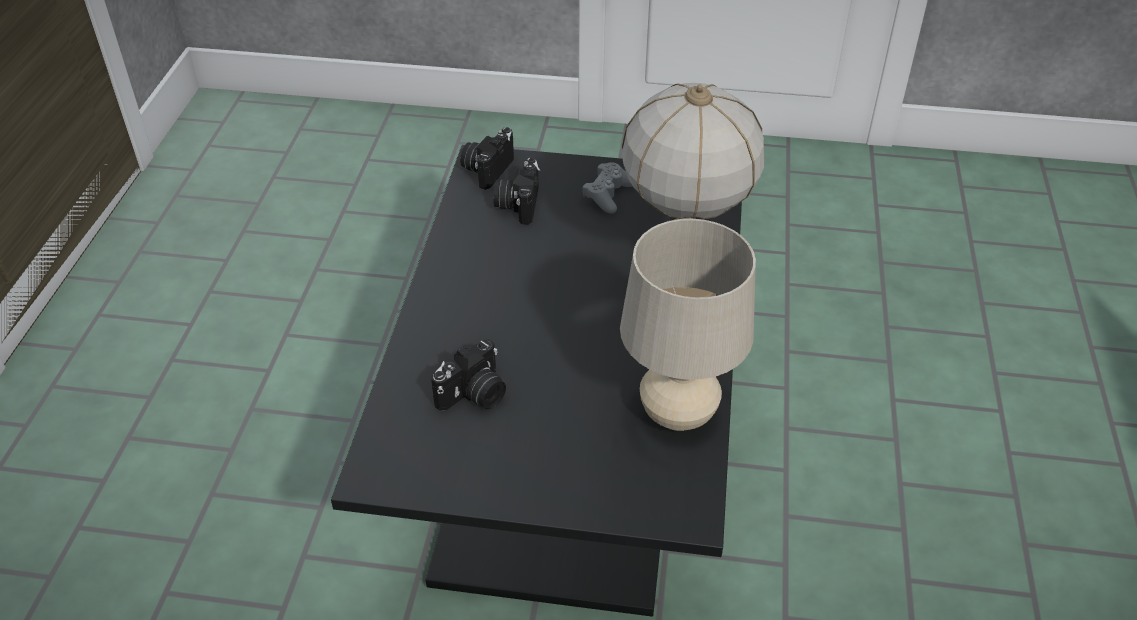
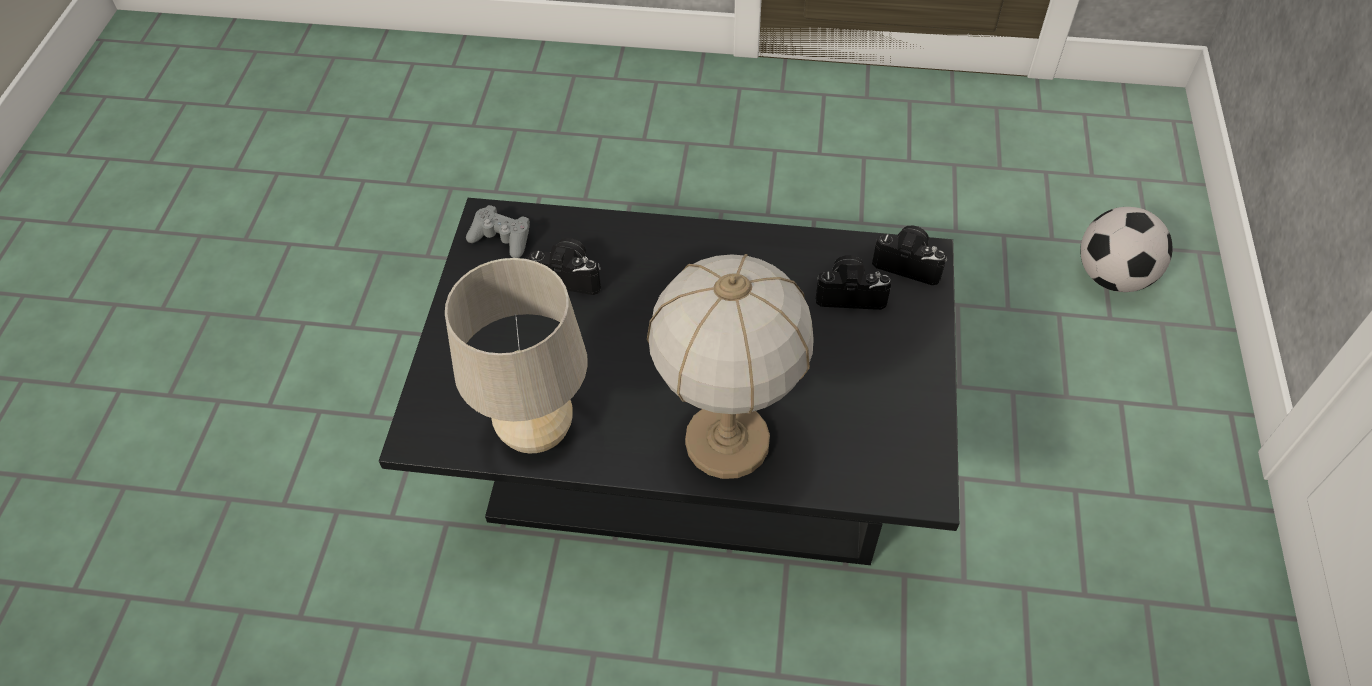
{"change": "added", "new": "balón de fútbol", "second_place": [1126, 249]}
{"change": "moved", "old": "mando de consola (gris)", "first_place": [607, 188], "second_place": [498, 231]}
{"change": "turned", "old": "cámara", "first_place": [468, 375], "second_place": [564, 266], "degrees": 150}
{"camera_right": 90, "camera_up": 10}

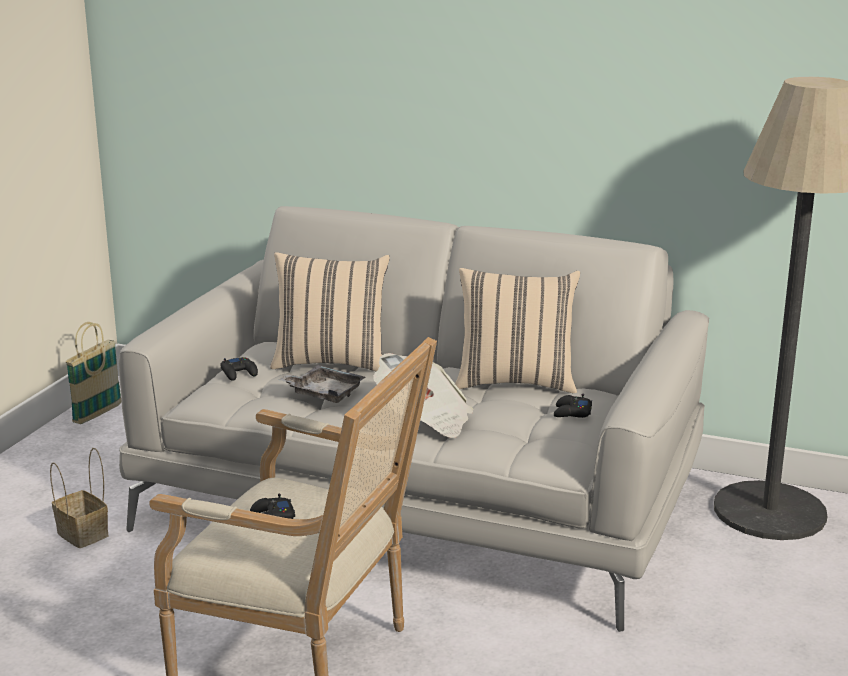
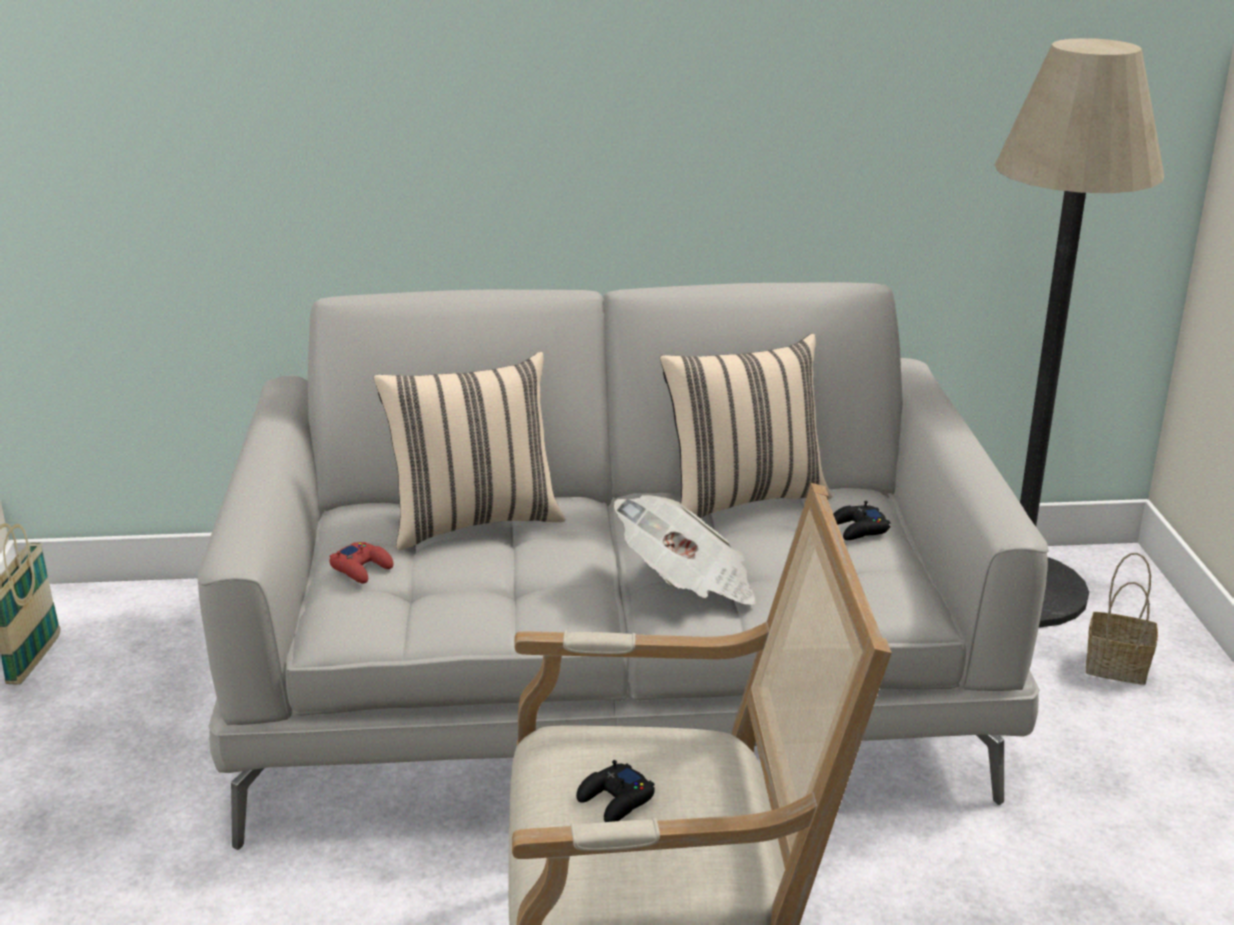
{"change": "removed", "old": "bandeja (gris)", "first_place": [322, 384]}
{"change": "moved", "old": "cesta", "first_place": [79, 498], "second_place": [1122, 619]}
{"change": "recoloured", "old": "mando de consola (negro)", "new": "mando de consola (rojo)", "first_place": [239, 369], "second_place": [361, 562]}
{"camera_right": -25, "camera_up": 5}

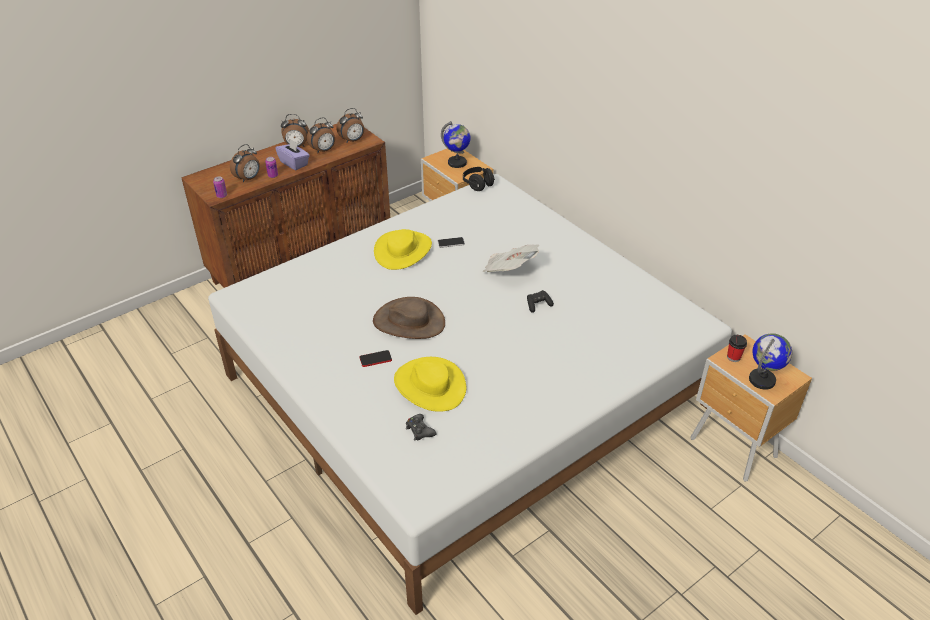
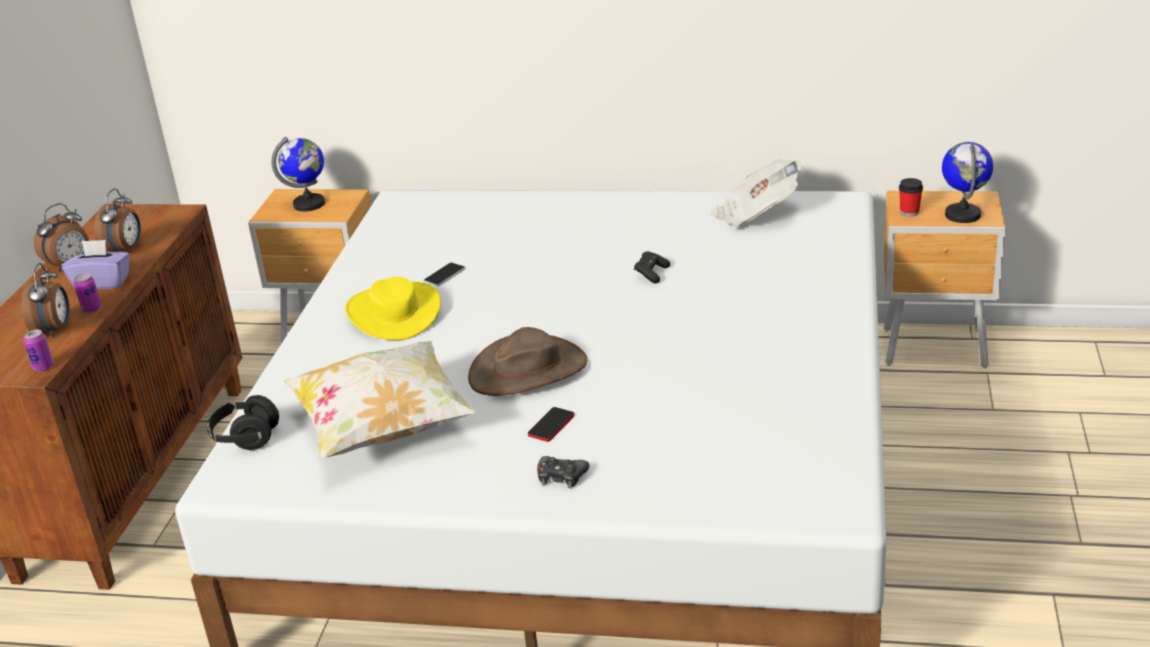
{"change": "removed", "old": "despertador", "first_place": [350, 125]}
{"change": "removed", "old": "sombrero (amarillo)", "first_place": [430, 384]}
{"change": "added", "new": "cojín", "second_place": [380, 400]}
{"change": "moved", "old": "mando de consola (negro)", "first_place": [421, 427], "second_place": [563, 472]}
{"change": "moved", "old": "auriculares (negro)", "first_place": [479, 179], "second_place": [242, 422]}
{"change": "moved", "old": "periódico", "first_place": [511, 258], "second_place": [757, 193]}
{"camera_right": -40, "camera_up": -10}

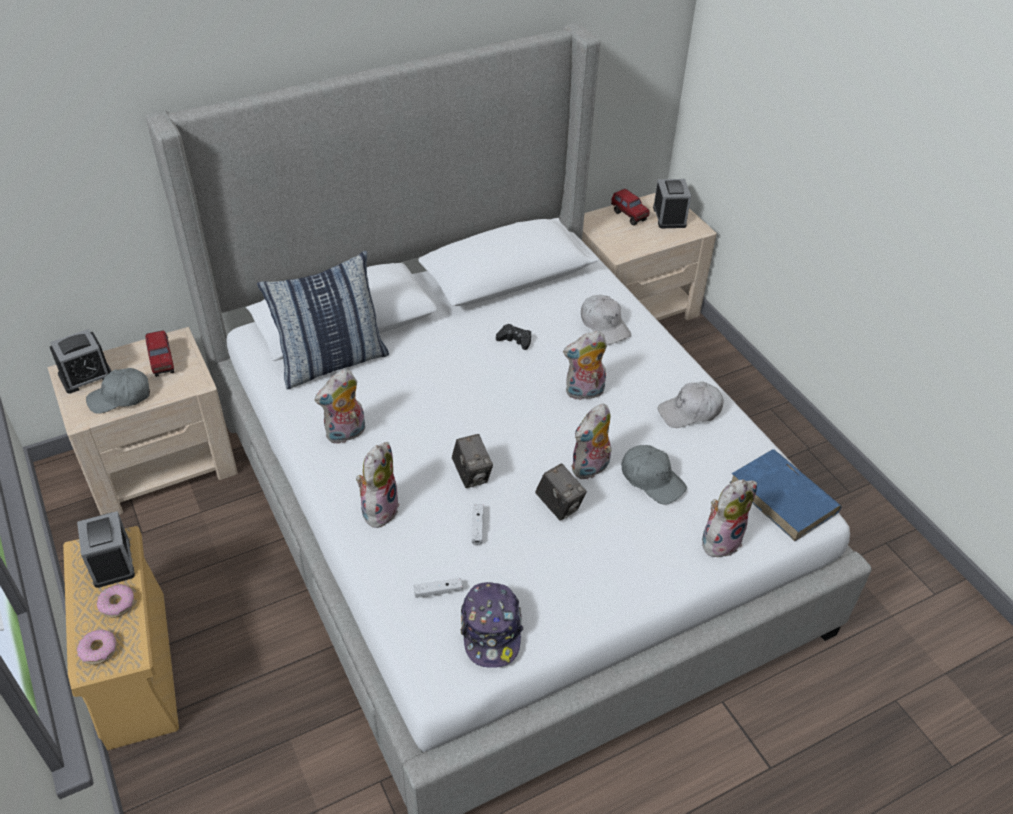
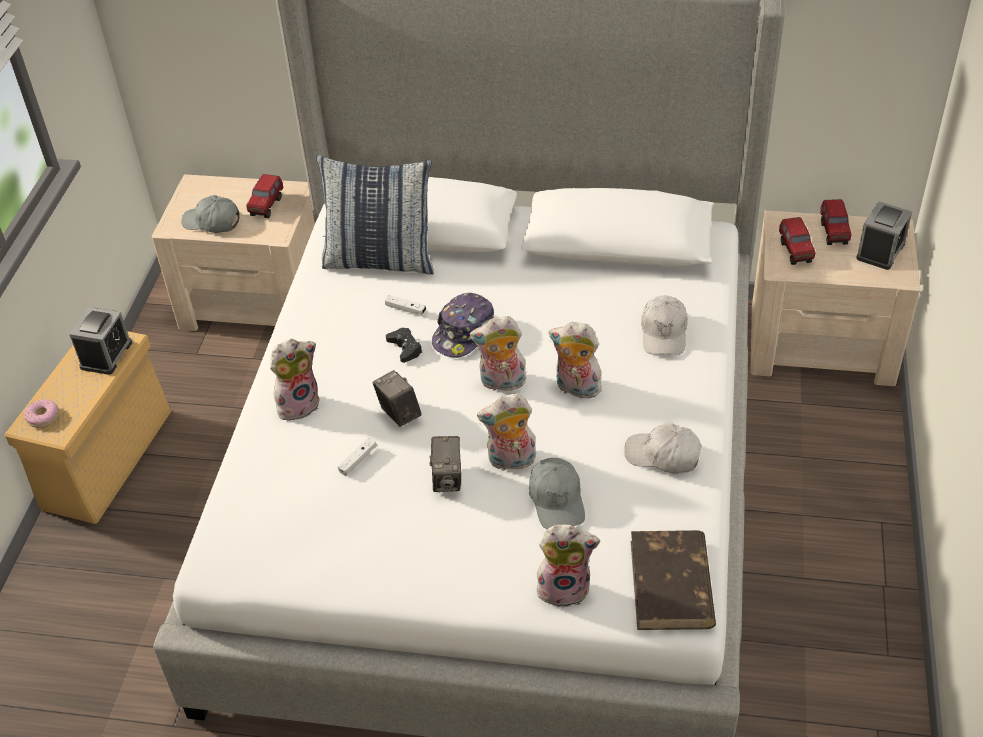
{"change": "removed", "old": "despertador", "first_place": [80, 361]}
{"change": "removed", "old": "rosquilla", "first_place": [116, 601]}
{"change": "added", "new": "camión de juguete", "second_place": [797, 241]}
{"change": "moved", "old": "peluche", "first_place": [340, 406], "second_place": [497, 353]}
{"change": "moved", "old": "mando de consola (blanco)", "first_place": [438, 588], "second_place": [405, 305]}
{"change": "moved", "old": "gorra", "first_place": [492, 625], "second_place": [463, 325]}
{"change": "moved", "old": "mando de consola (negro)", "first_place": [513, 337], "second_place": [404, 345]}
{"change": "recoloured", "old": "libro (azul)", "new": "libro (marrón)", "first_place": [785, 495], "second_place": [673, 580]}
{"change": "turned", "old": "cámara", "first_place": [472, 461], "second_place": [397, 398], "degrees": 135}
{"camera_right": 40, "camera_up": 0}

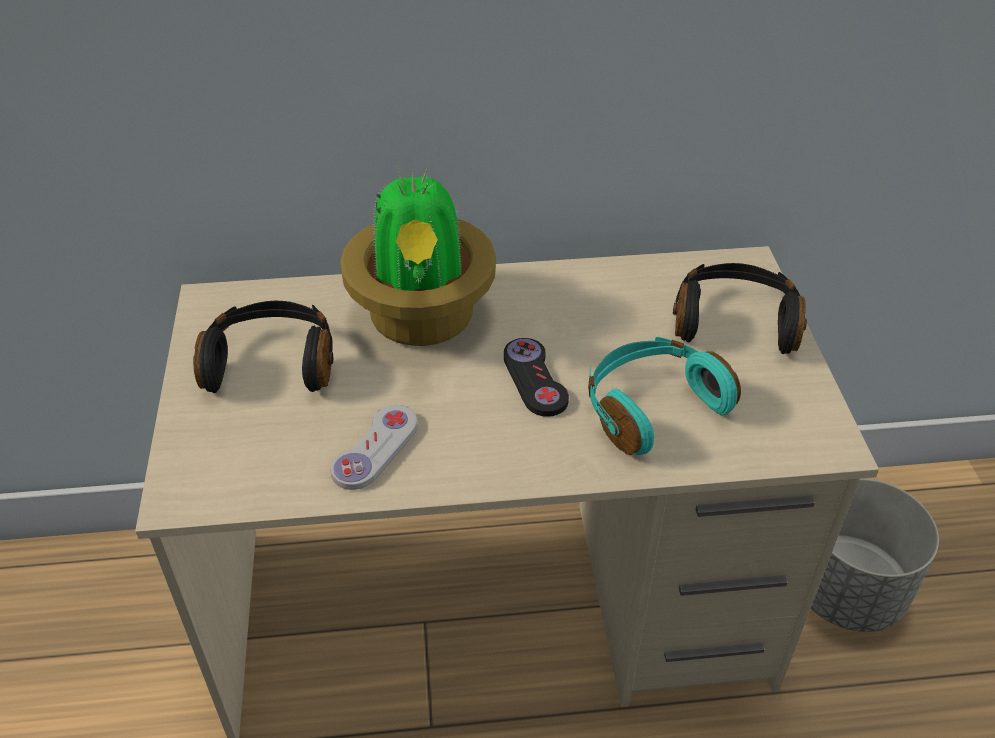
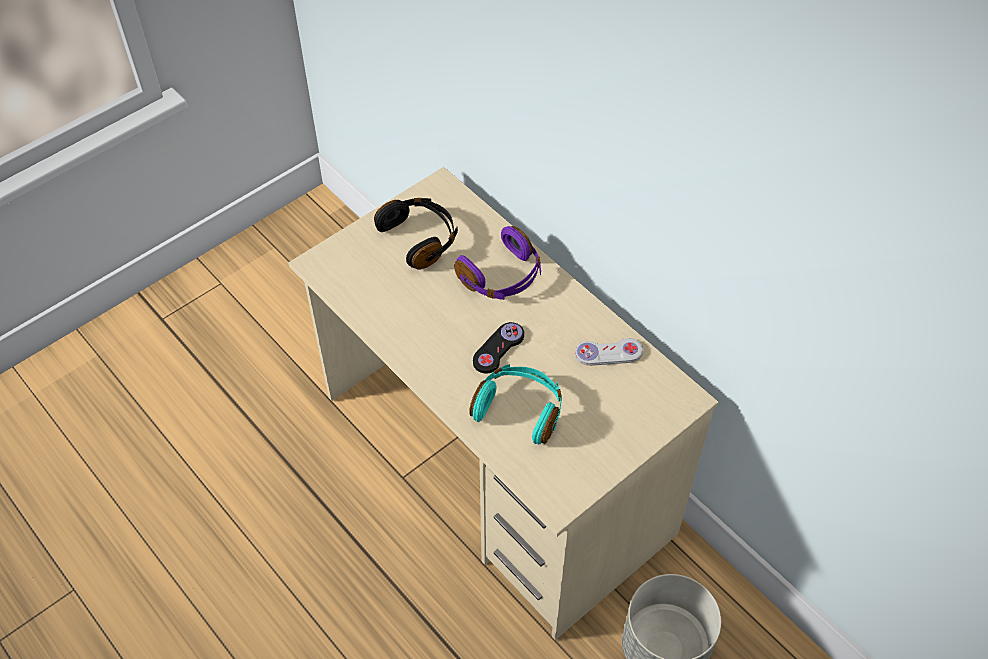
{"change": "removed", "old": "auriculares (negro)", "first_place": [740, 308]}
{"change": "moved", "old": "mando de consola (blanco)", "first_place": [373, 447], "second_place": [609, 352]}
{"change": "replaced", "old": "planta en maceta", "new": "auriculares (morado)", "first_place": [418, 254], "second_place": [497, 263]}
{"camera_right": 55, "camera_up": 10}

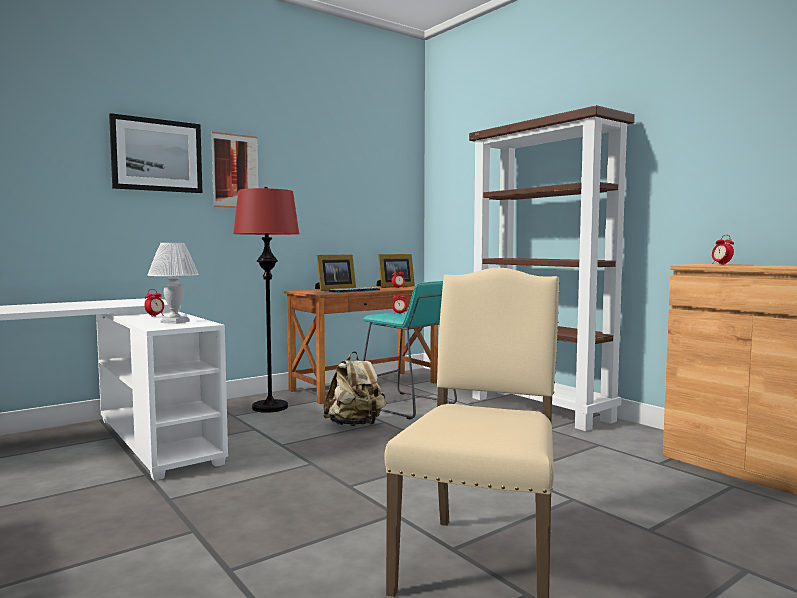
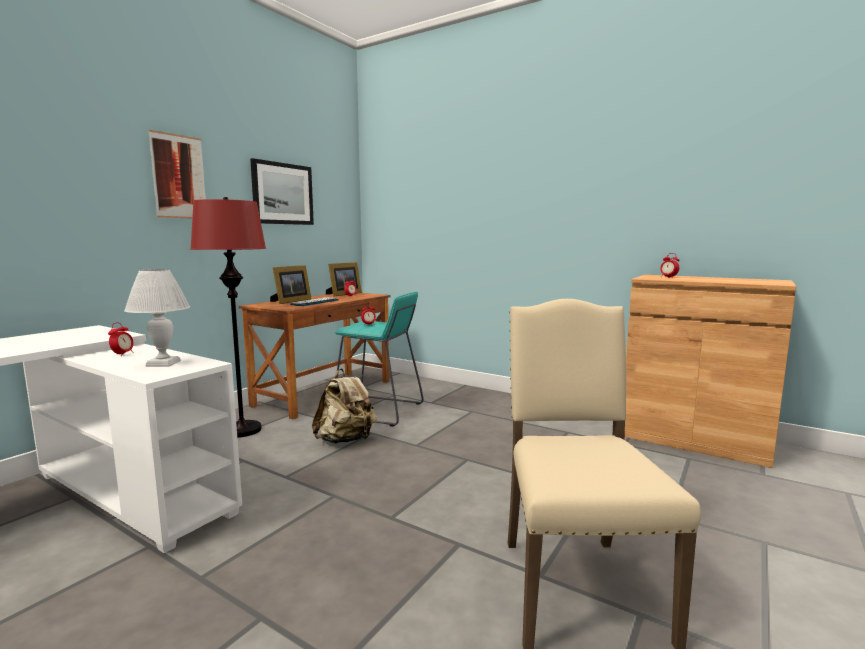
{"change": "removed", "old": "estantería (marrón)", "first_place": [552, 268]}
{"change": "moved", "old": "cuadro", "first_place": [155, 153], "second_place": [282, 191]}
{"camera_right": -20, "camera_up": 5}

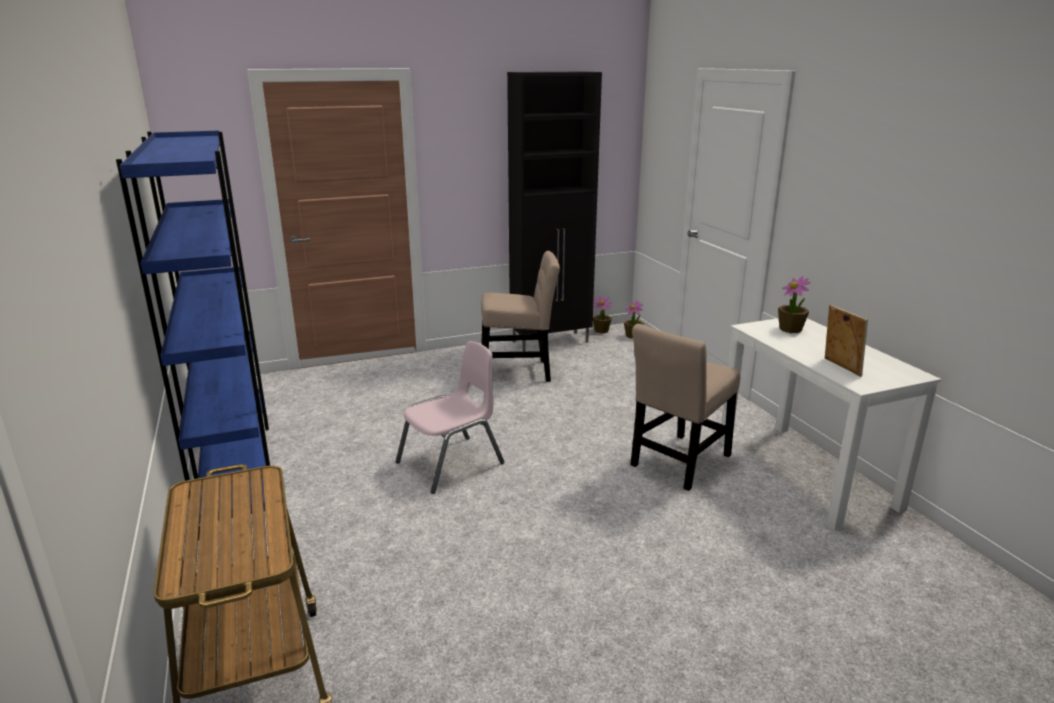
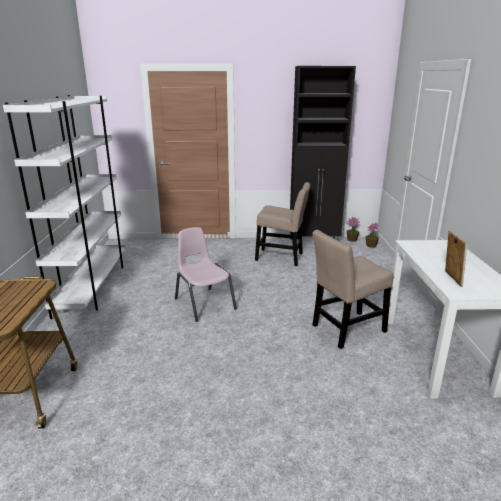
{"change": "removed", "old": "planta en maceta", "first_place": [794, 305]}
{"change": "recoloured", "old": "estantería (azul)", "new": "estantería (blanco)", "first_place": [193, 335], "second_place": [64, 207]}
{"change": "turned", "old": "silla (rosa)", "first_place": [450, 417], "second_place": [206, 274], "degrees": -105}
{"camera_right": 20, "camera_up": 0}

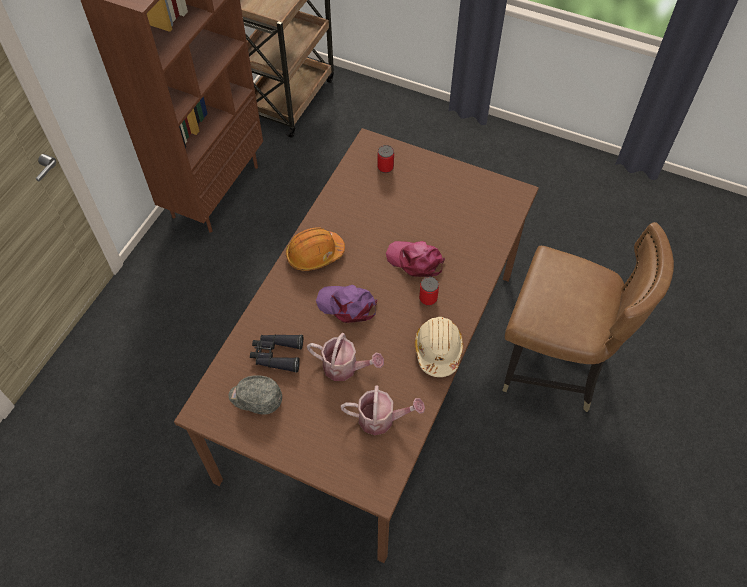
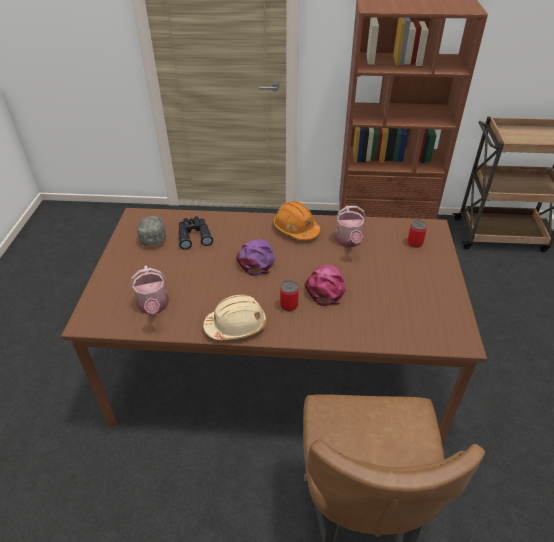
{"change": "moved", "old": "regadera", "first_place": [345, 357], "second_place": [350, 227]}
{"camera_right": 70, "camera_up": -15}

